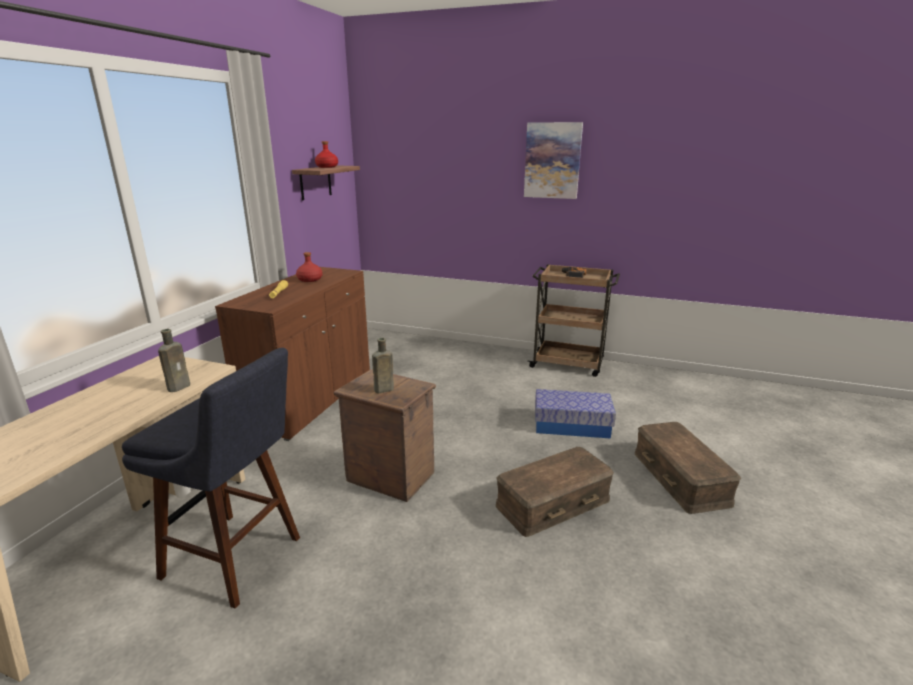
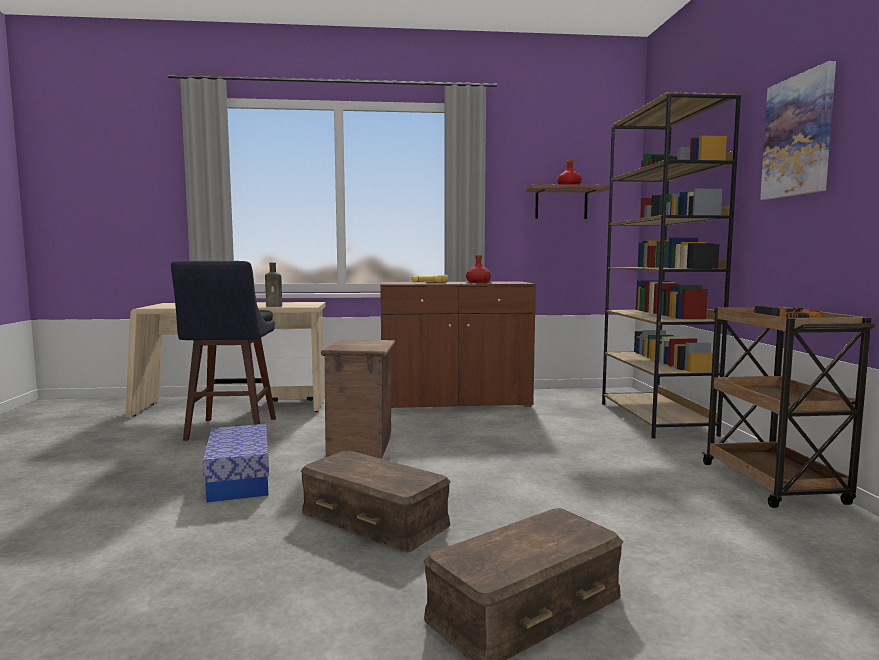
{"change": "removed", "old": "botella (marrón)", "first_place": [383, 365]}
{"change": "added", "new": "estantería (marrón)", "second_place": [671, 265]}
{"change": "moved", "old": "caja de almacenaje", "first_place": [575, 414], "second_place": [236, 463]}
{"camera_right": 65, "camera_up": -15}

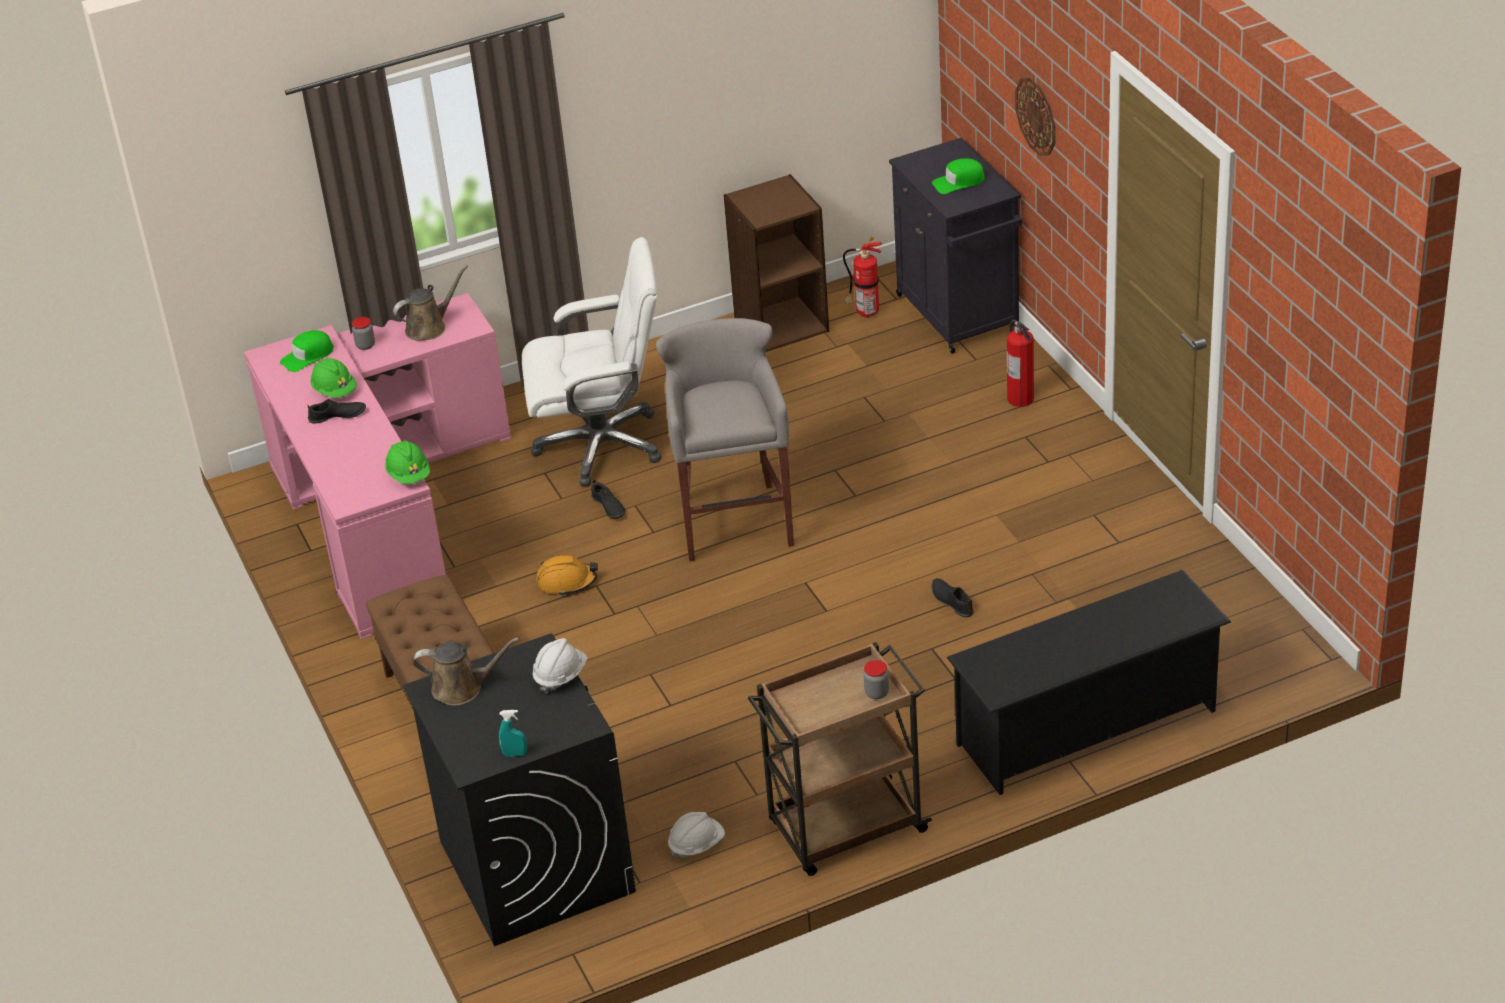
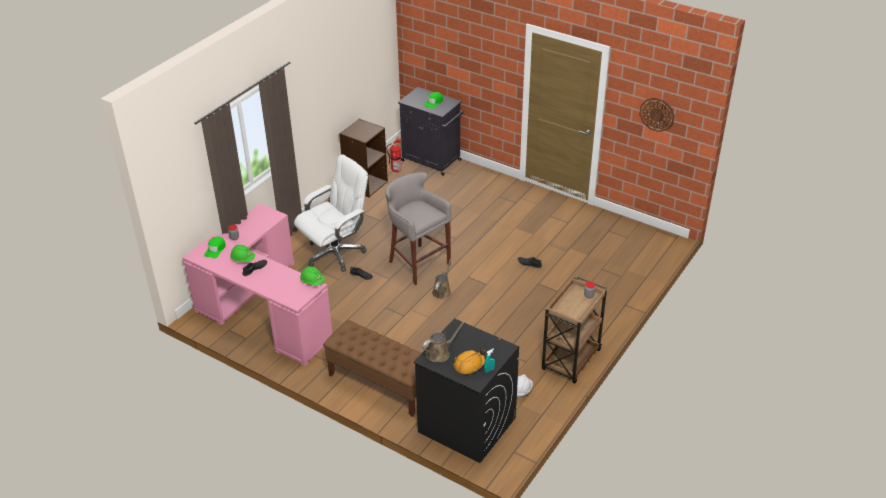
{"change": "removed", "old": "casco (blanco)", "first_place": [560, 665]}
{"change": "removed", "old": "zapatero (negro)", "first_place": [1089, 682]}
{"change": "removed", "old": "extintor", "first_place": [1020, 363]}
{"change": "moved", "old": "regadera (marrón)", "first_place": [430, 303], "second_place": [442, 278]}
{"change": "moved", "old": "casco (naranja)", "first_place": [567, 575], "second_place": [469, 361]}
{"change": "moved", "old": "reloj de pared", "first_place": [1035, 117], "second_place": [657, 115]}
{"camera_right": -35, "camera_up": 0}

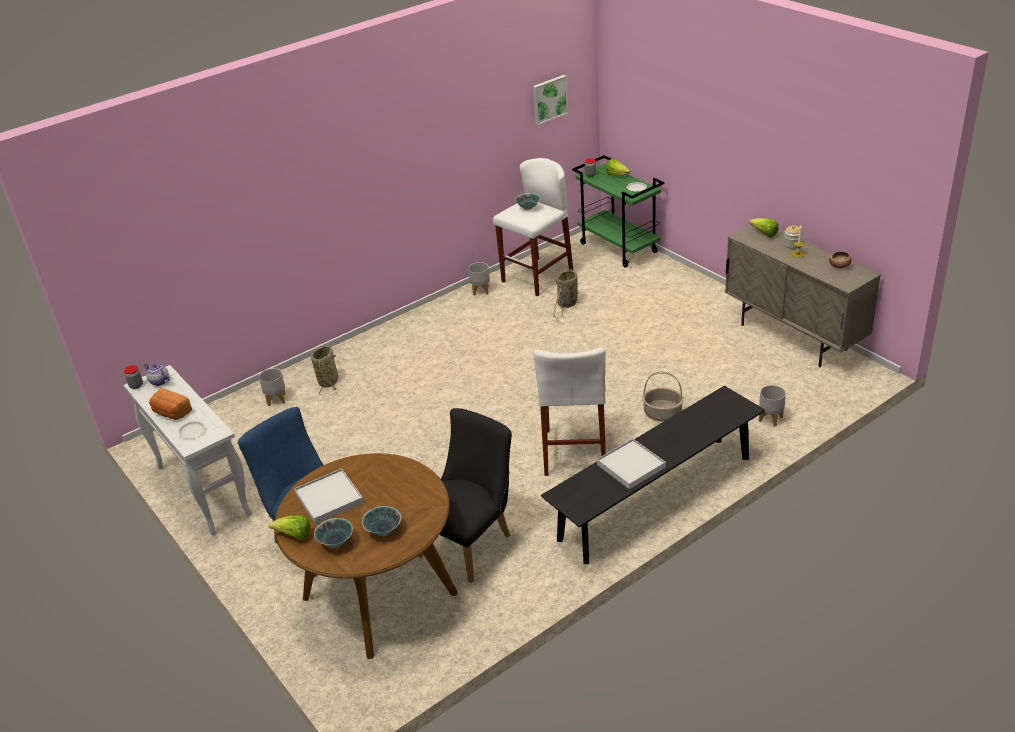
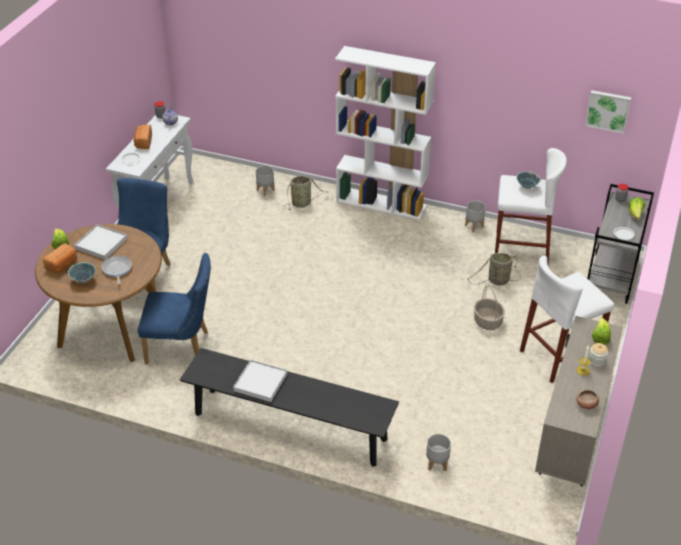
{"change": "added", "new": "sartén", "second_place": [117, 270]}
{"change": "added", "new": "estantería (blanco)", "second_place": [385, 133]}
{"change": "moved", "old": "taburete (blanco)", "first_place": [570, 411], "second_place": [567, 319]}
{"change": "moved", "old": "cesta", "first_place": [662, 396], "second_place": [489, 307]}
{"change": "replaced", "old": "cuenco", "new": "pan", "first_place": [333, 533], "second_place": [60, 258]}
{"change": "recoloured", "old": "silla (negro)", "new": "silla (azul)", "first_place": [465, 495], "second_place": [174, 308]}
{"change": "recoloured", "old": "carrito (verde)", "new": "carrito (gris)", "first_place": [618, 211], "second_place": [620, 244]}
{"camera_right": 55, "camera_up": 5}

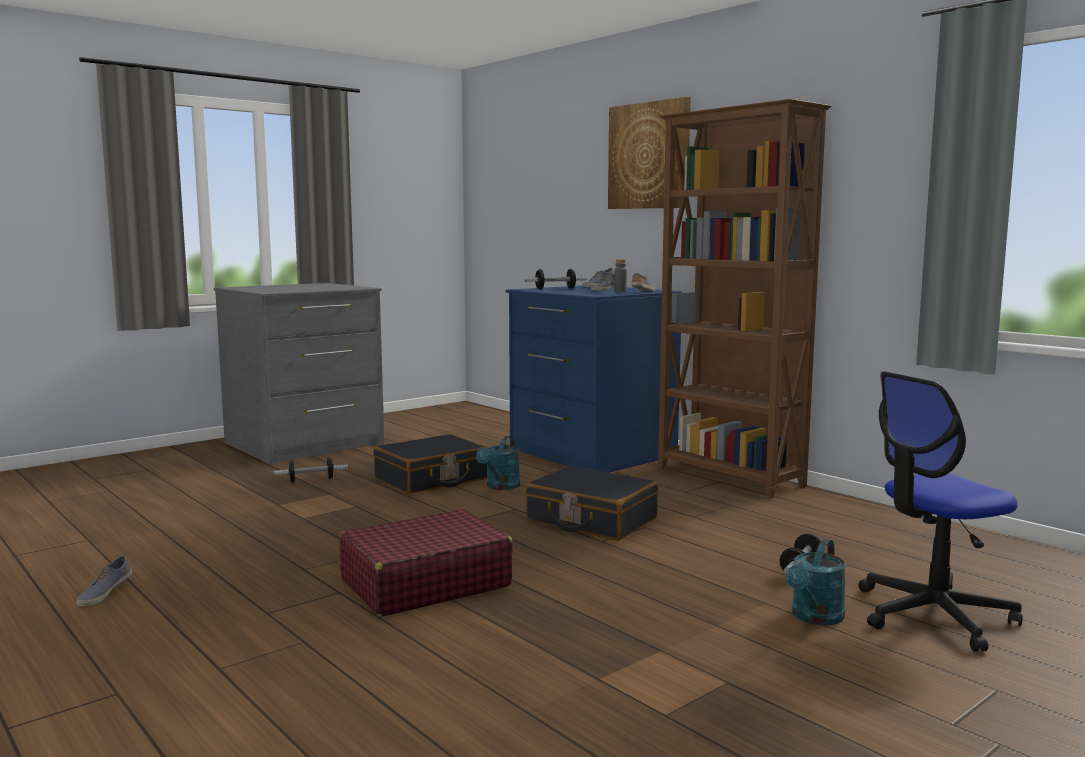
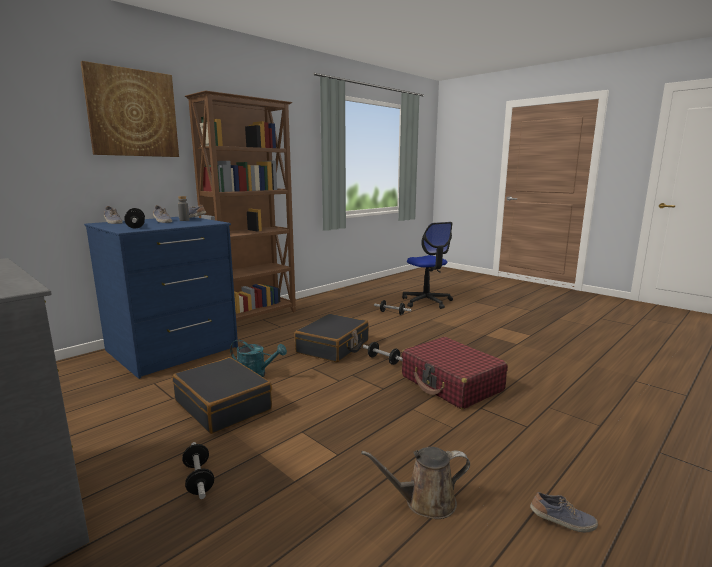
{"change": "removed", "old": "regadera (turquesa)", "first_place": [816, 582]}
{"change": "added", "new": "regadera (marrón)", "second_place": [415, 483]}
{"change": "added", "new": "mancuerna", "second_place": [383, 353]}
{"camera_right": -95, "camera_up": 5}

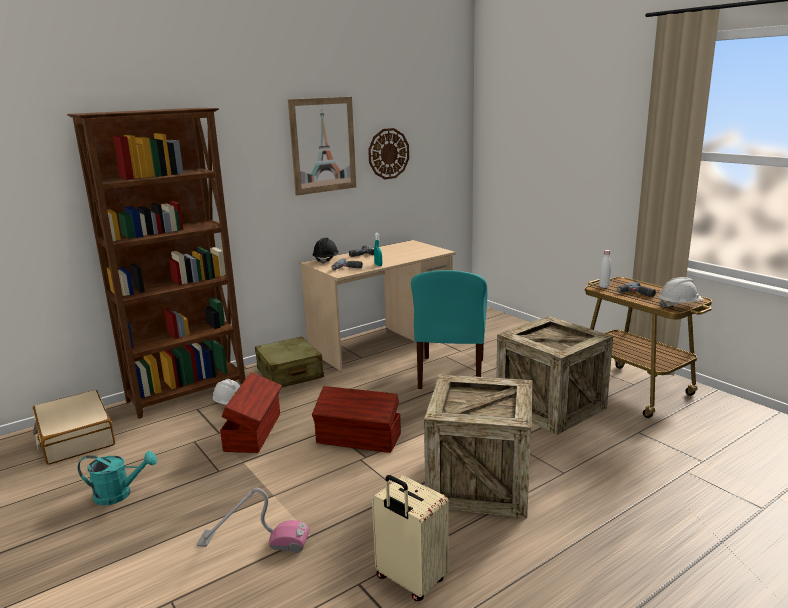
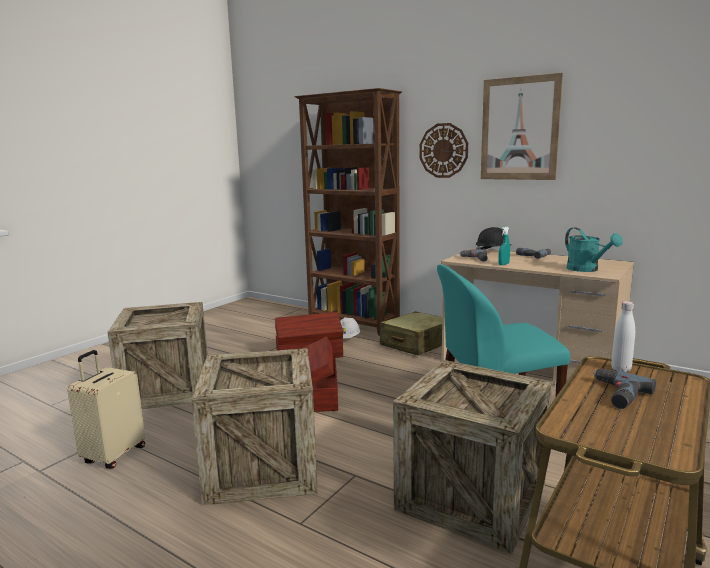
{"change": "removed", "old": "maleta (beis)", "first_place": [74, 427]}
{"change": "removed", "old": "casco (blanco)", "first_place": [681, 292]}
{"change": "moved", "old": "regadera (turquesa)", "first_place": [117, 478], "second_place": [594, 249]}
{"change": "moved", "old": "reloj de pared", "first_place": [388, 153], "second_place": [443, 150]}
{"change": "replaced", "old": "aspiradora", "new": "caja de embalaje", "first_place": [253, 520], "second_place": [157, 355]}
{"camera_right": 70, "camera_up": -5}

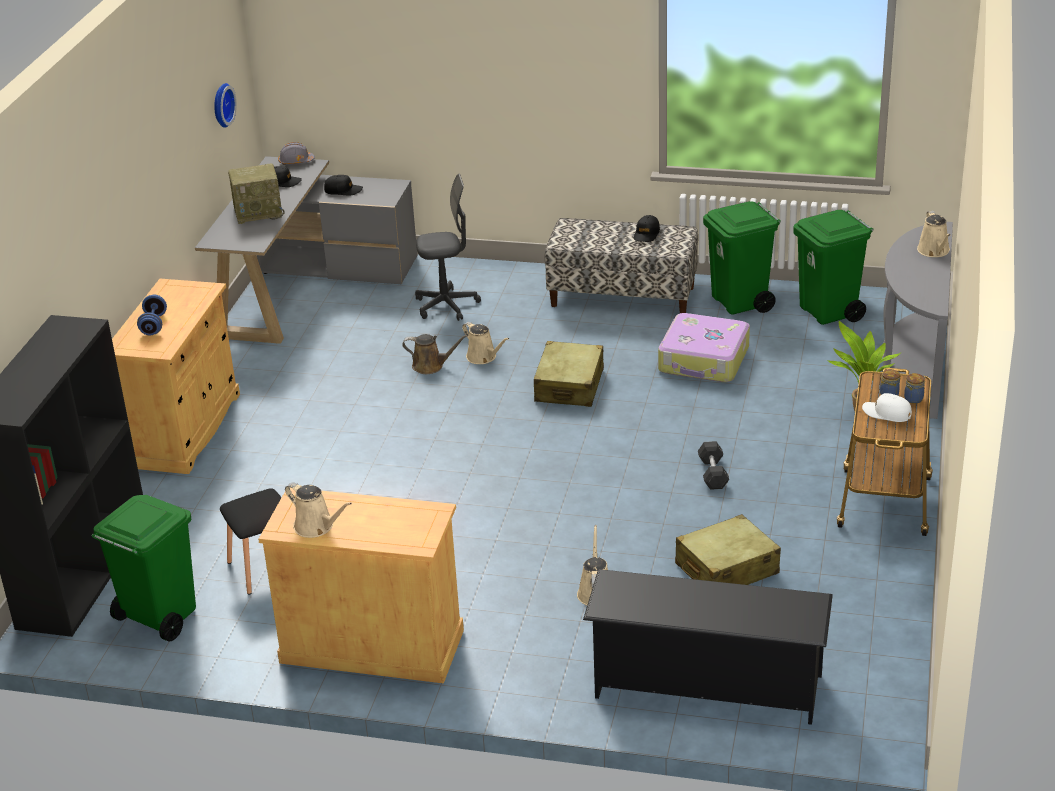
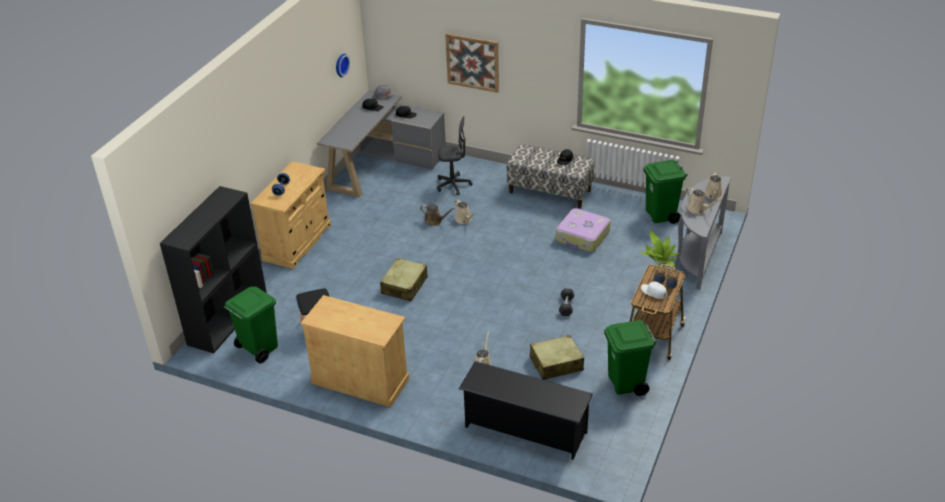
{"change": "removed", "old": "radio", "first_place": [256, 193]}
{"change": "added", "new": "cuadro", "second_place": [472, 63]}
{"change": "moved", "old": "regadera (beis)", "first_place": [318, 510], "second_place": [703, 201]}
{"change": "moved", "old": "maleta (beis)", "first_place": [569, 374], "second_place": [404, 279]}
{"change": "moved", "old": "papelera (verde)", "first_place": [742, 258], "second_place": [630, 358]}
{"camera_right": 10, "camera_up": 5}

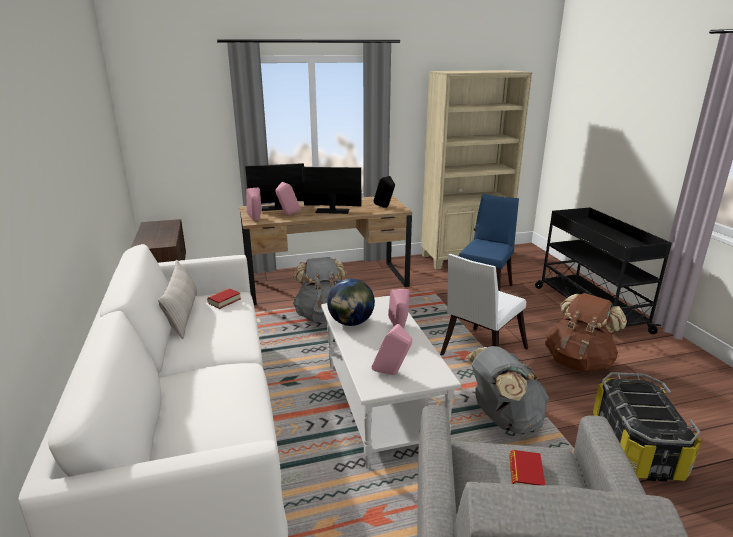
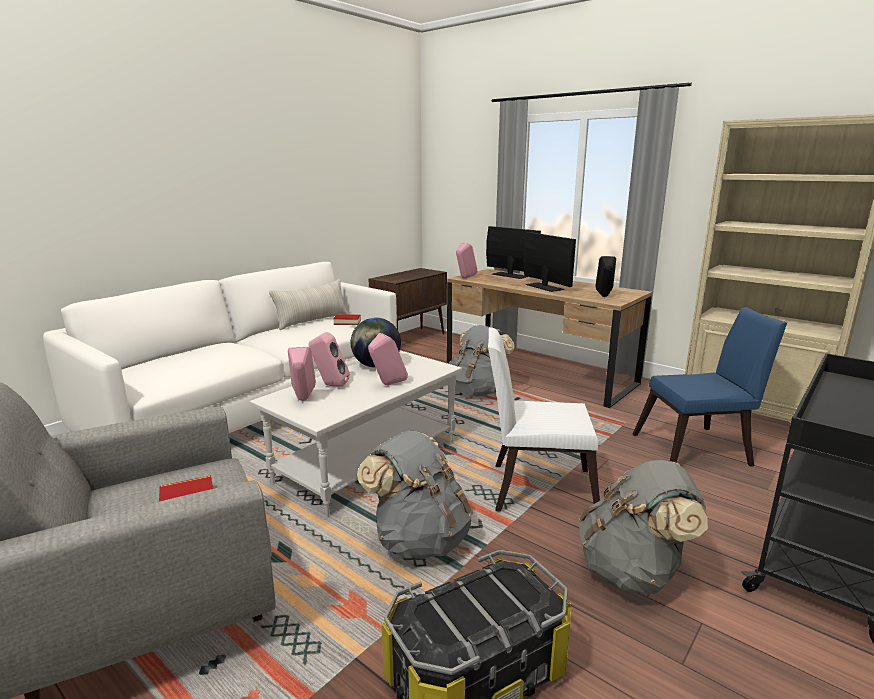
{"change": "moved", "old": "altavoz (rosa)", "first_place": [287, 198], "second_place": [329, 359]}
{"change": "recoloured", "old": "mochila (marrón)", "new": "mochila (gris)", "first_place": [586, 332], "second_place": [643, 527]}
{"camera_right": 55, "camera_up": -5}

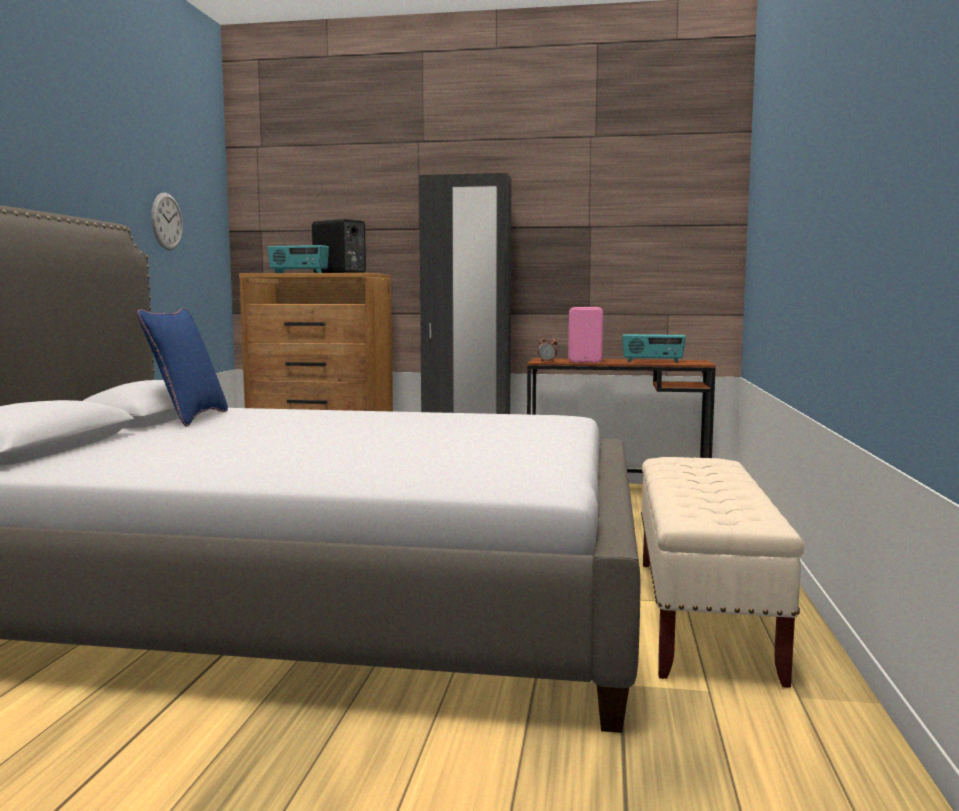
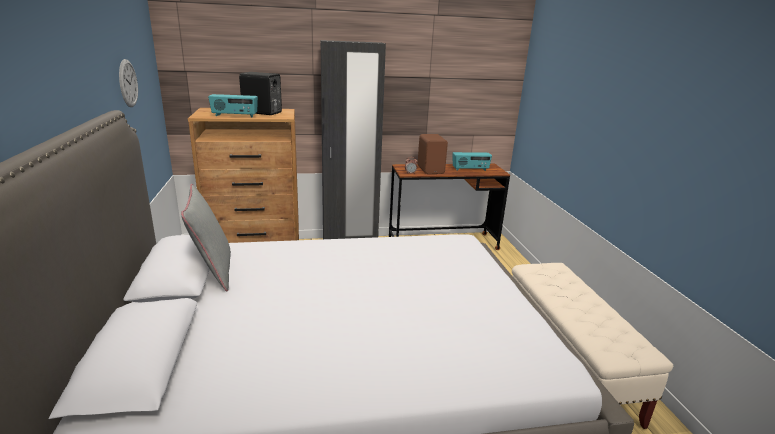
{"change": "recoloured", "old": "cojín (azul)", "new": "cojín (gris)", "first_place": [182, 367], "second_place": [206, 237]}
{"change": "recoloured", "old": "altavoz (rosa)", "new": "altavoz (marrón)", "first_place": [585, 335], "second_place": [433, 154]}
{"camera_right": -20, "camera_up": 15}

